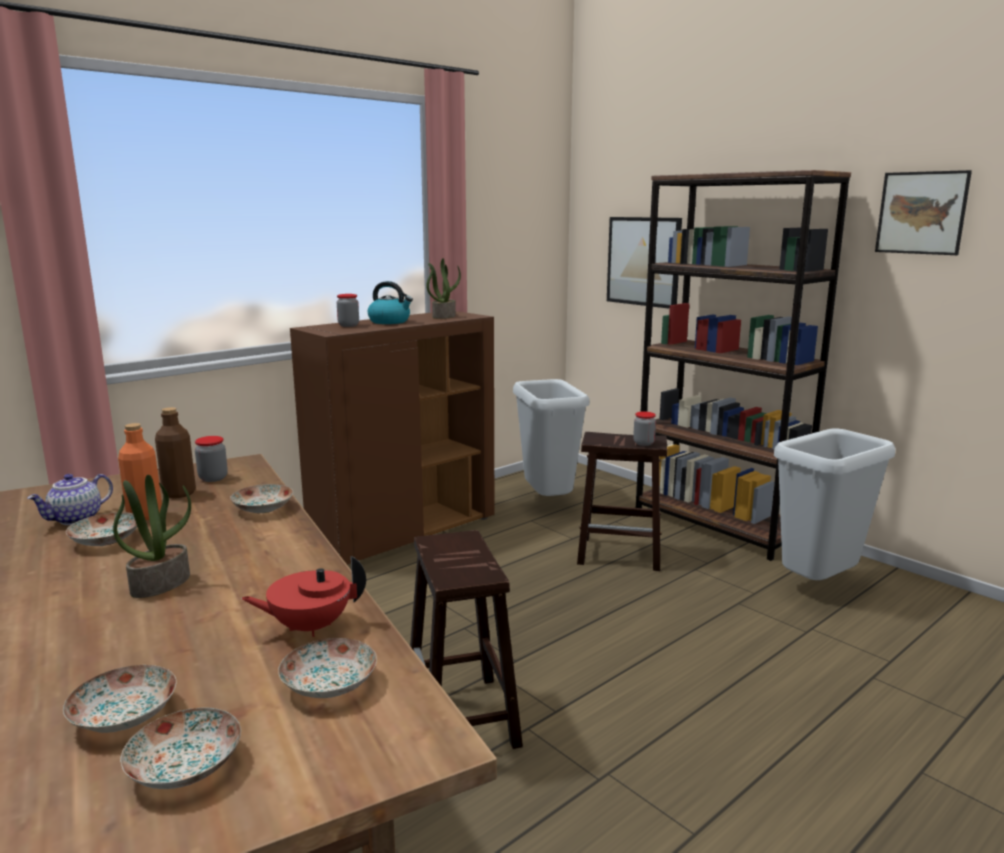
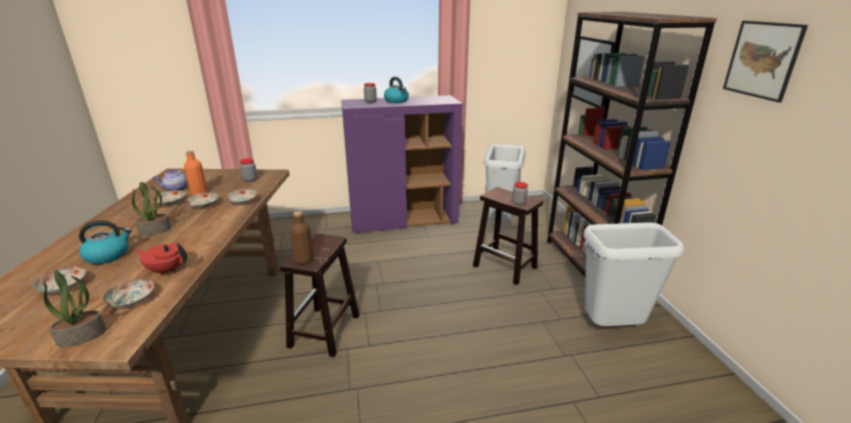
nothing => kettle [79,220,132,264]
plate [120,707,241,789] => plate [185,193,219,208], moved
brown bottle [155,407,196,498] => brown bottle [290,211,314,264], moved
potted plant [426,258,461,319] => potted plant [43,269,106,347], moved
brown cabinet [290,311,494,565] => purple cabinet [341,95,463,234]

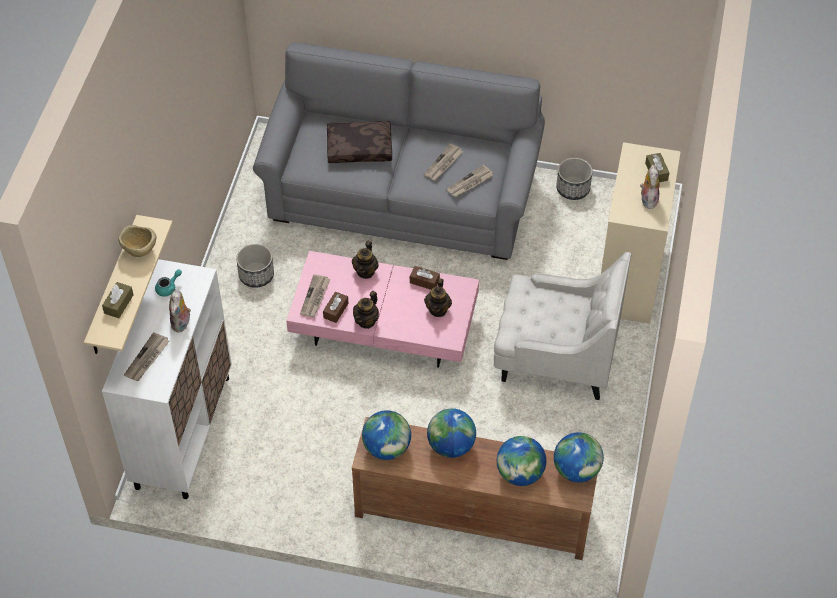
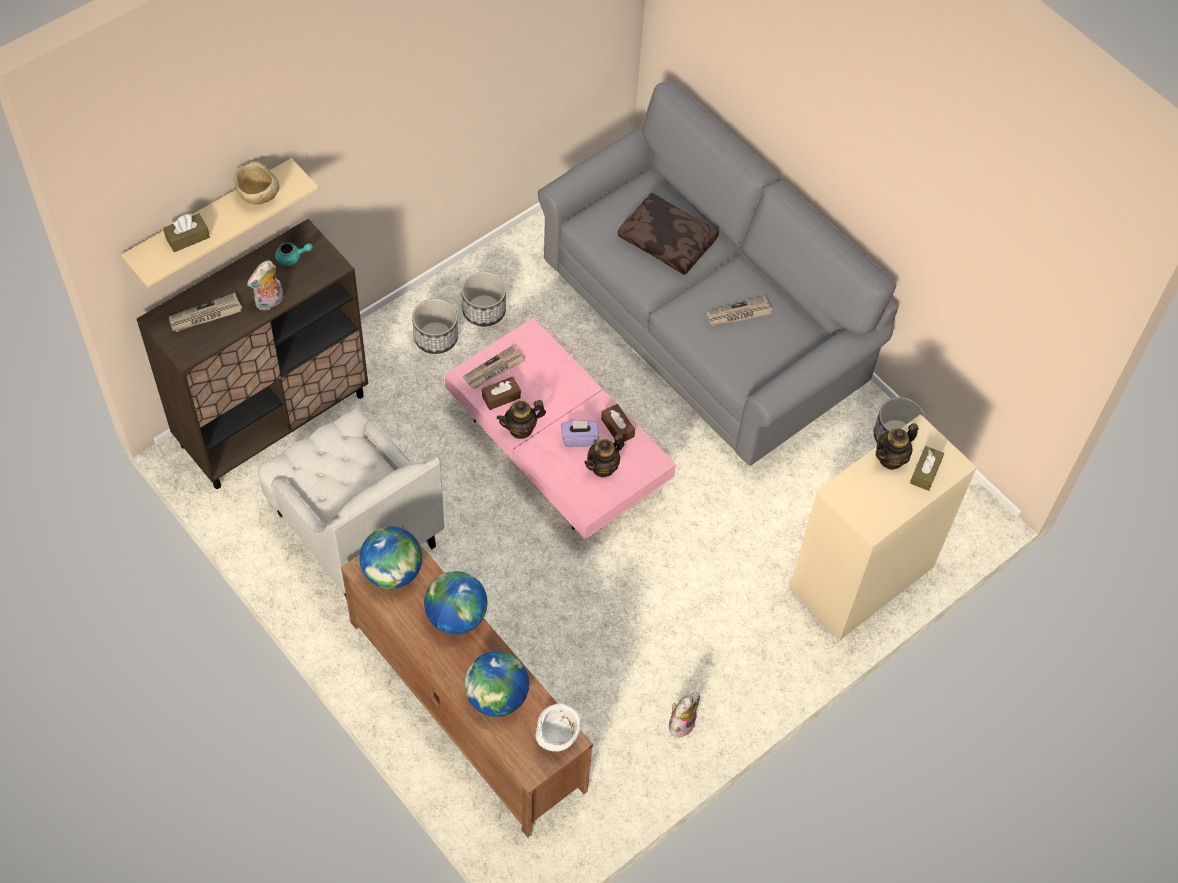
newspaper [447,165,493,197] => nothing
nothing => planter [412,299,458,354]
nothing => purple tissue box [561,421,599,447]
teapot [352,241,379,279] => teapot [876,423,919,470], moved
white armchair [494,252,631,400] => white armchair [257,408,445,600], moved
plush toy [640,164,660,209] => plush toy [669,692,700,741], moved
globe [554,432,604,482] => white bowl [536,703,581,752]
white cabinet [102,259,232,499] => brown cabinet [137,219,368,489]

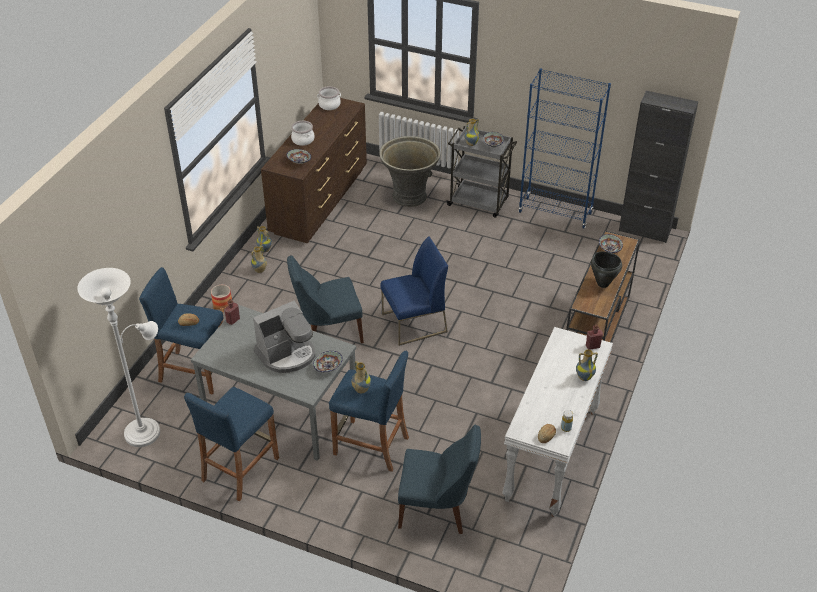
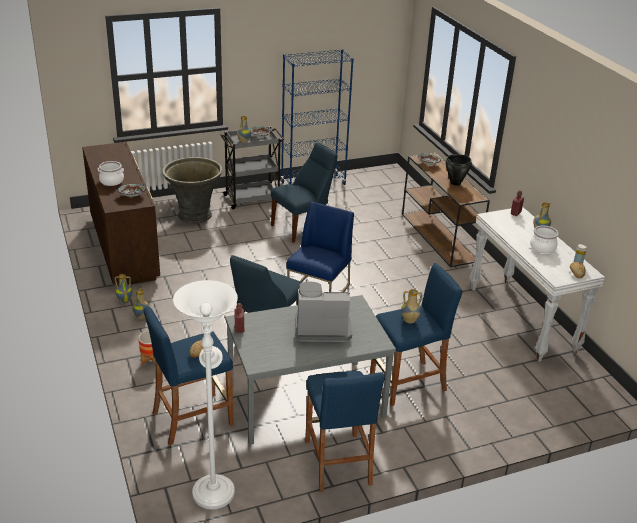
bowl [313,351,343,372] => nothing
black cabinet [619,91,698,243] => nothing
cooking pot [317,86,341,110] => cooking pot [530,226,559,253], moved
blue chair [398,425,481,534] => blue chair [271,143,338,243], moved
coffee machine [253,301,315,373] => coffee machine [295,281,352,342], 105 degrees counterclockwise

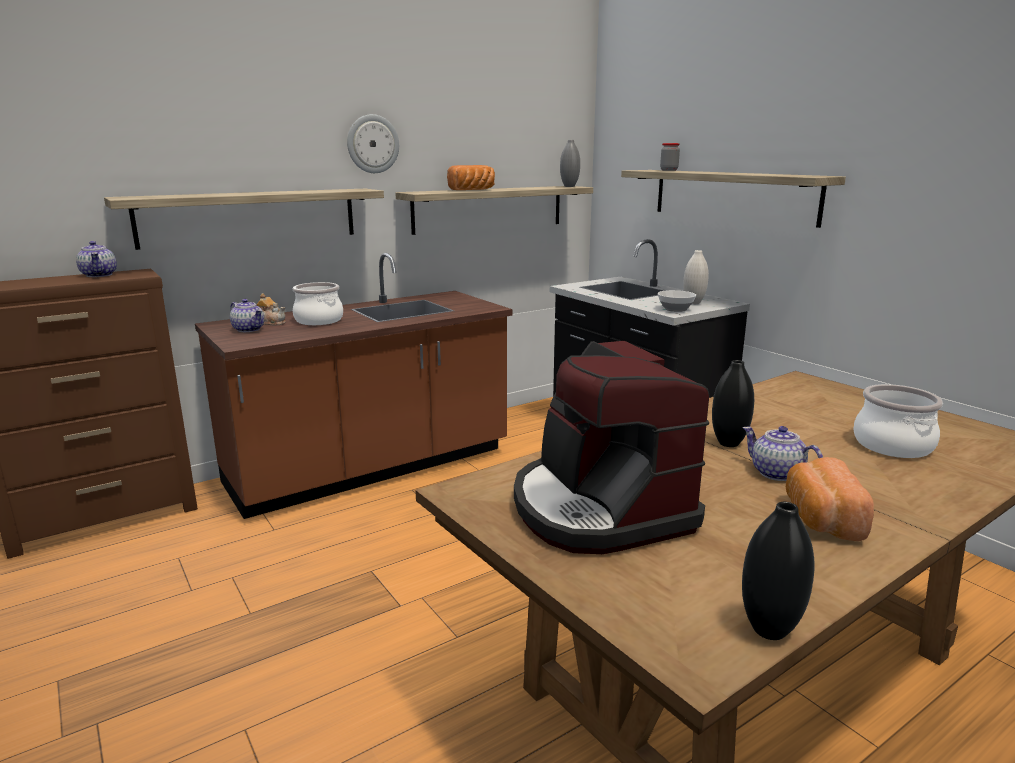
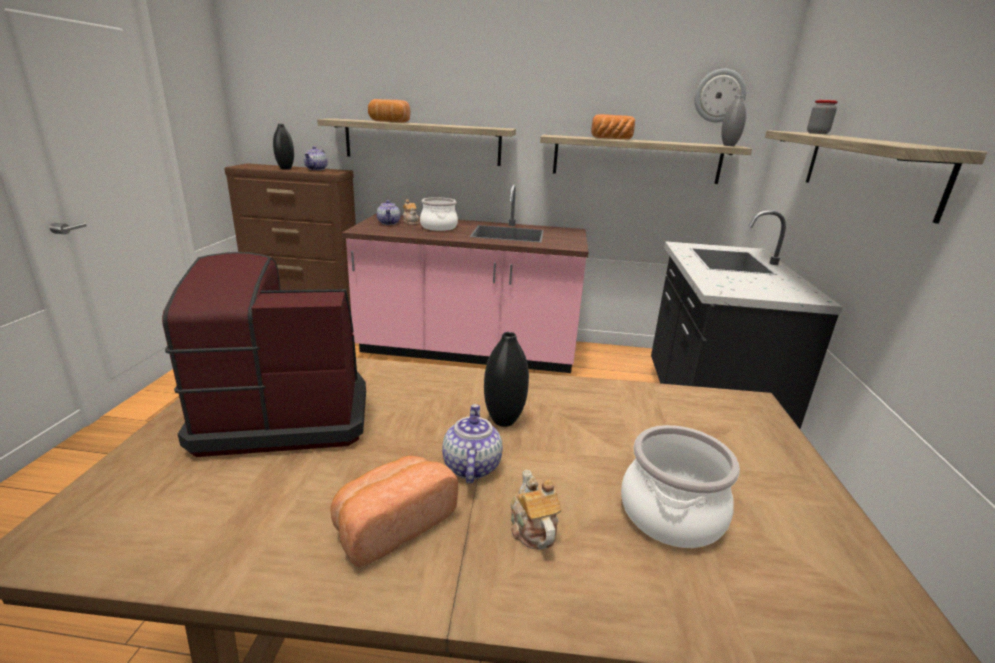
bowl [658,290,696,312] => nothing
white vase [683,250,709,304] => nothing
nothing => bread [368,99,410,122]
nothing => teapot [511,469,561,550]
wall clock [347,114,399,173] => wall clock [695,69,746,122], moved
black vase [742,502,815,640] => black vase [273,124,294,170], moved
brown counter [195,253,512,519] => pink counter [342,184,588,373]
coffee machine [514,341,709,554] => coffee machine [162,252,366,457], 60 degrees clockwise

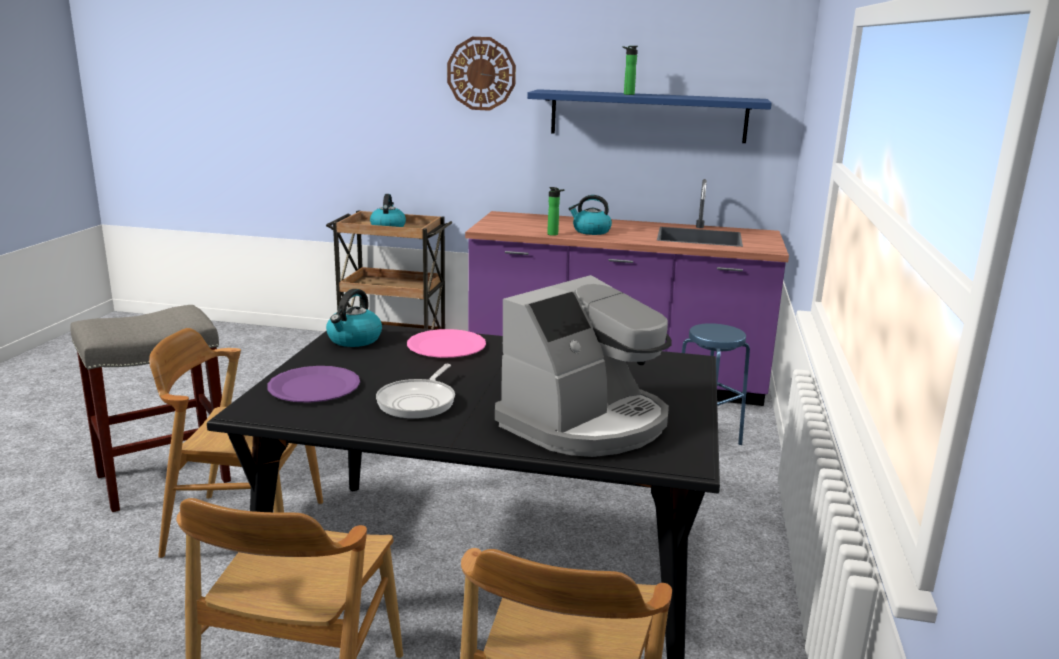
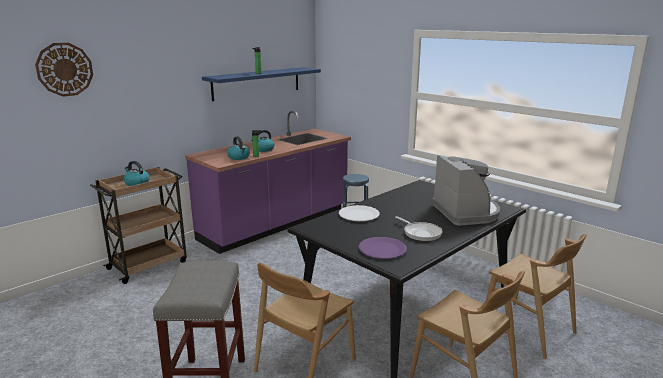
kettle [326,289,382,347] => kettle [227,136,250,160], moved
wall clock [447,37,516,111] => wall clock [35,43,93,97], moved
pink plate [407,329,486,358] => white plate [339,205,380,221]

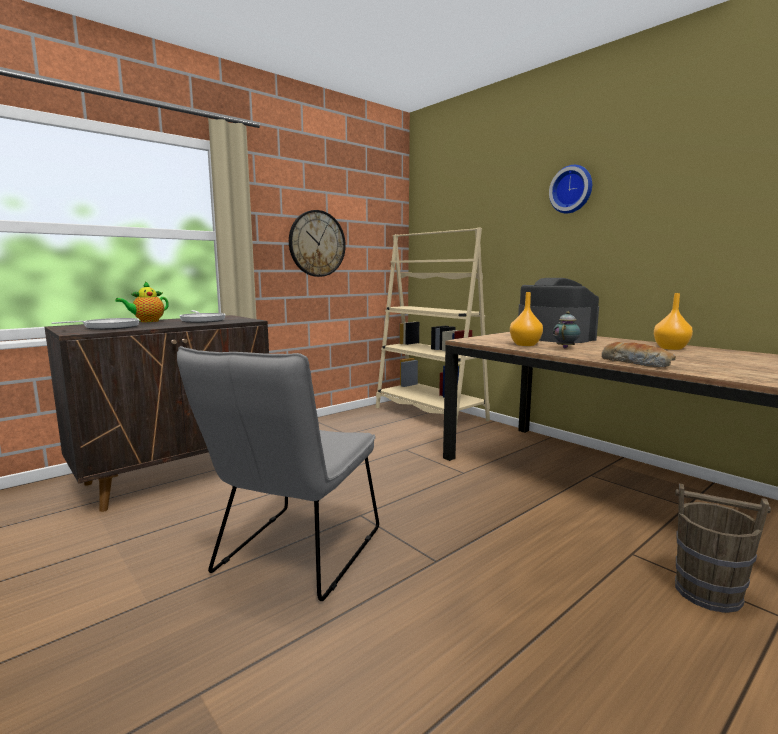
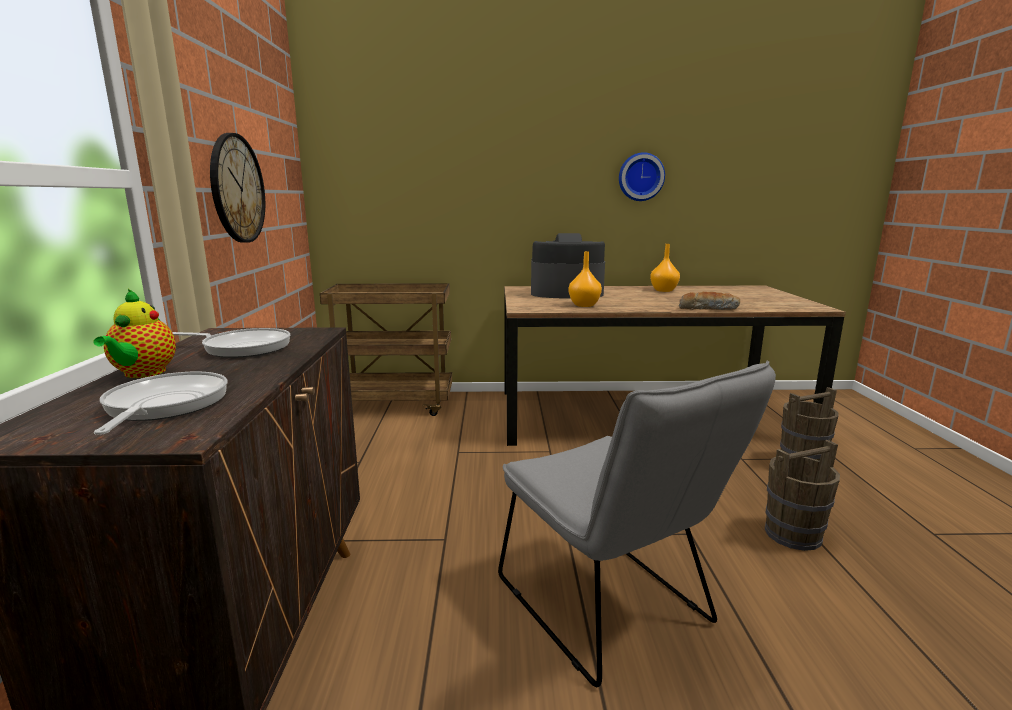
teapot [553,312,580,348] => nothing
nothing => brown bucket [765,440,840,551]
wall clock [549,165,592,214] => wall clock [619,152,665,201], moved
beige bookcase [375,227,490,429] => brown cart [320,283,452,416]

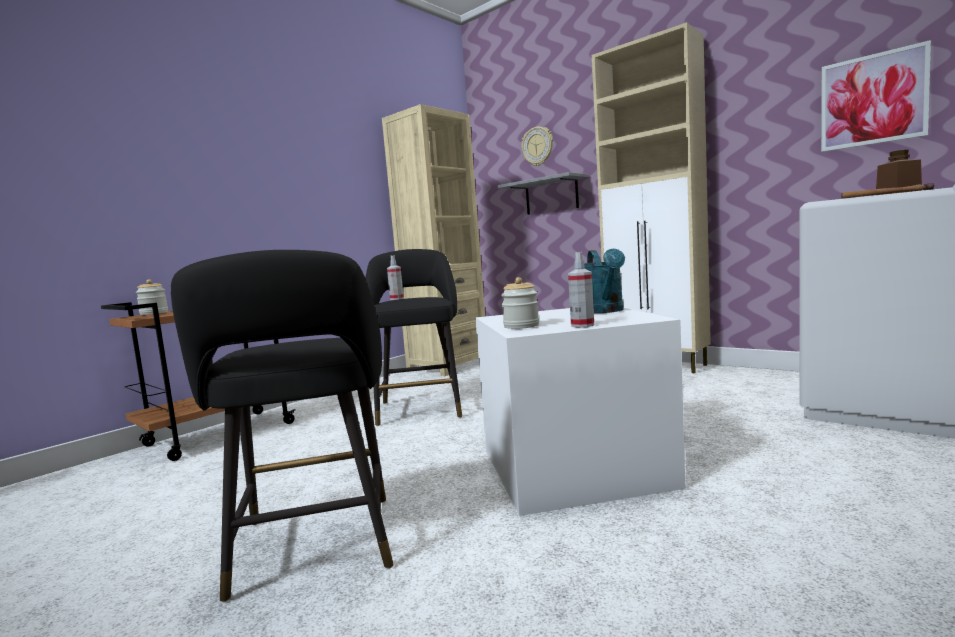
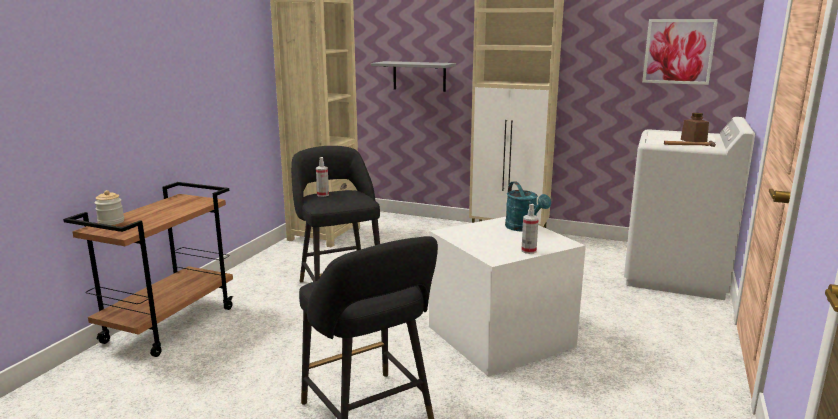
jar [501,277,539,329] => nothing
wall clock [521,127,553,166] => nothing

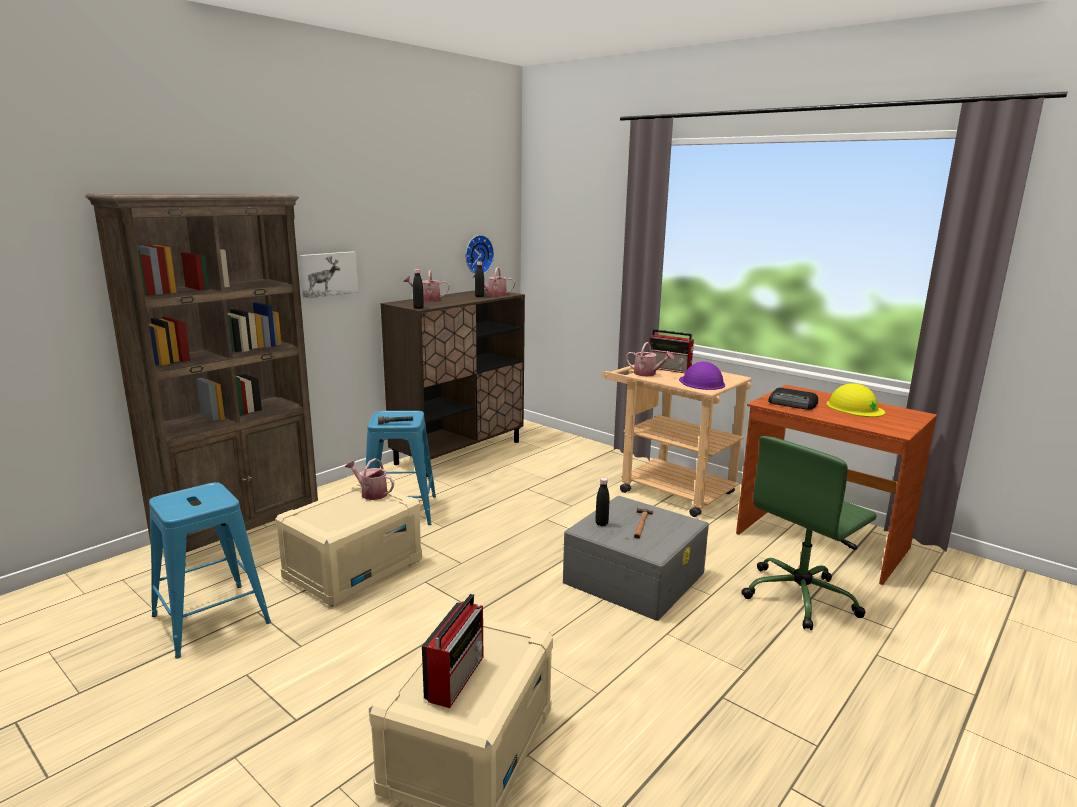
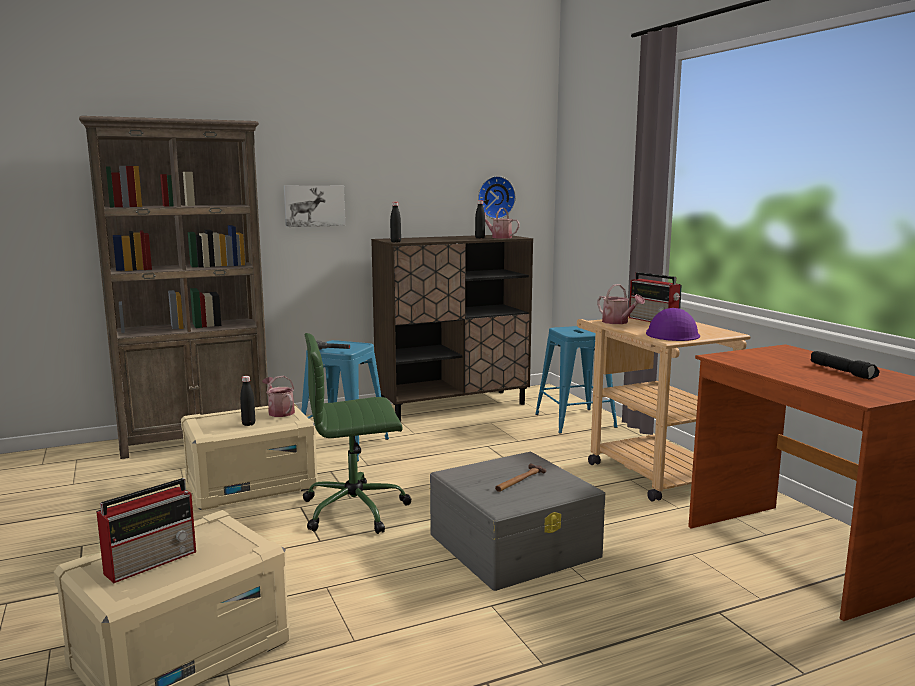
watering can [403,270,450,301] => nothing
radio [768,388,818,410] => nothing
blue stool [149,482,271,659] => blue stool [535,326,617,434], moved
black bottle [595,478,609,526] => black bottle [240,376,255,426], moved
green office chair [742,436,877,630] => green office chair [303,333,412,534], moved
yellow hard hat [827,383,885,417] => black flashlight [811,351,879,379]

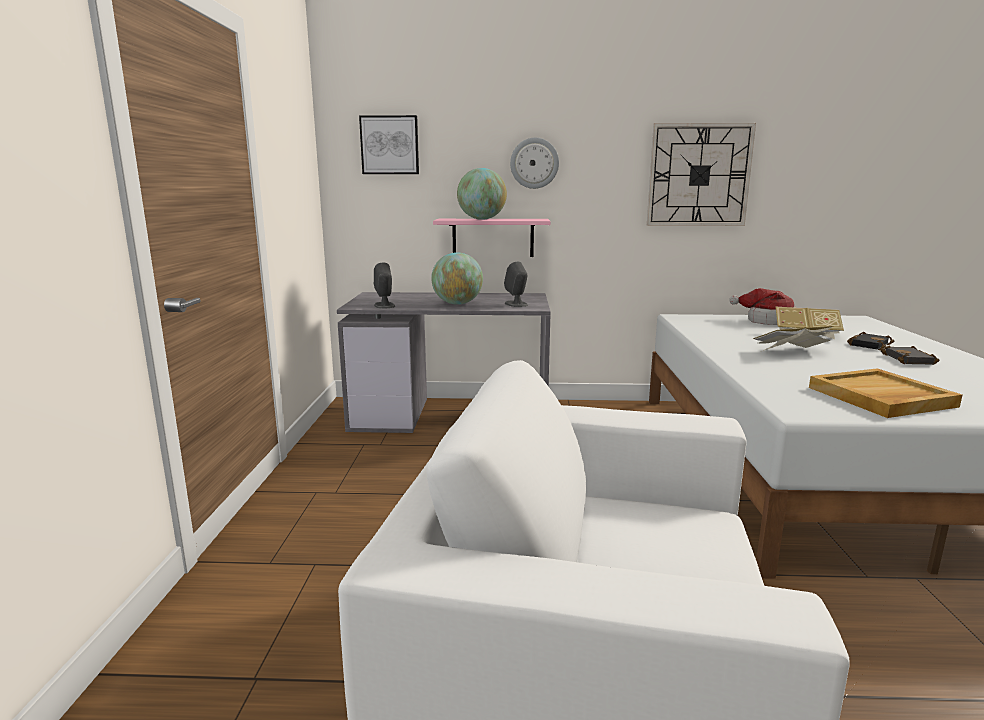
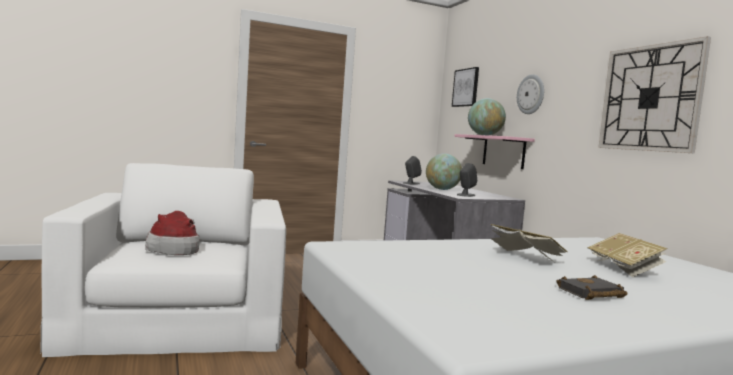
beige tray [809,368,962,418] => nothing
black book [847,332,894,350] => nothing
hat [729,288,796,325] => hat [145,211,199,255], moved

